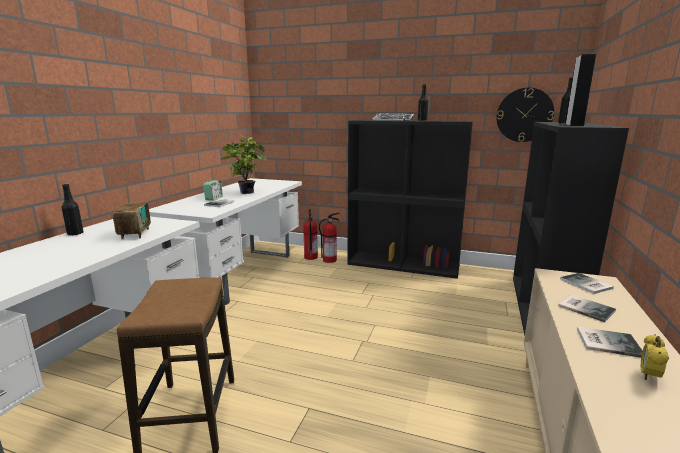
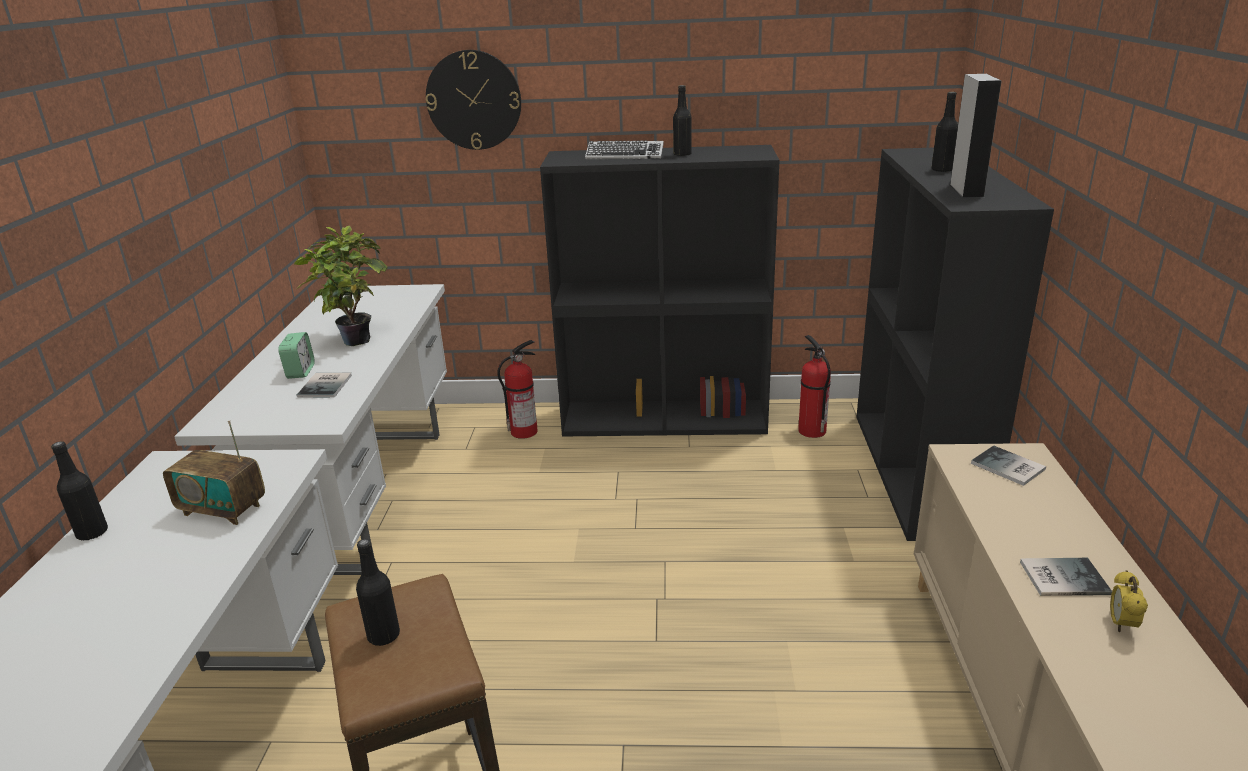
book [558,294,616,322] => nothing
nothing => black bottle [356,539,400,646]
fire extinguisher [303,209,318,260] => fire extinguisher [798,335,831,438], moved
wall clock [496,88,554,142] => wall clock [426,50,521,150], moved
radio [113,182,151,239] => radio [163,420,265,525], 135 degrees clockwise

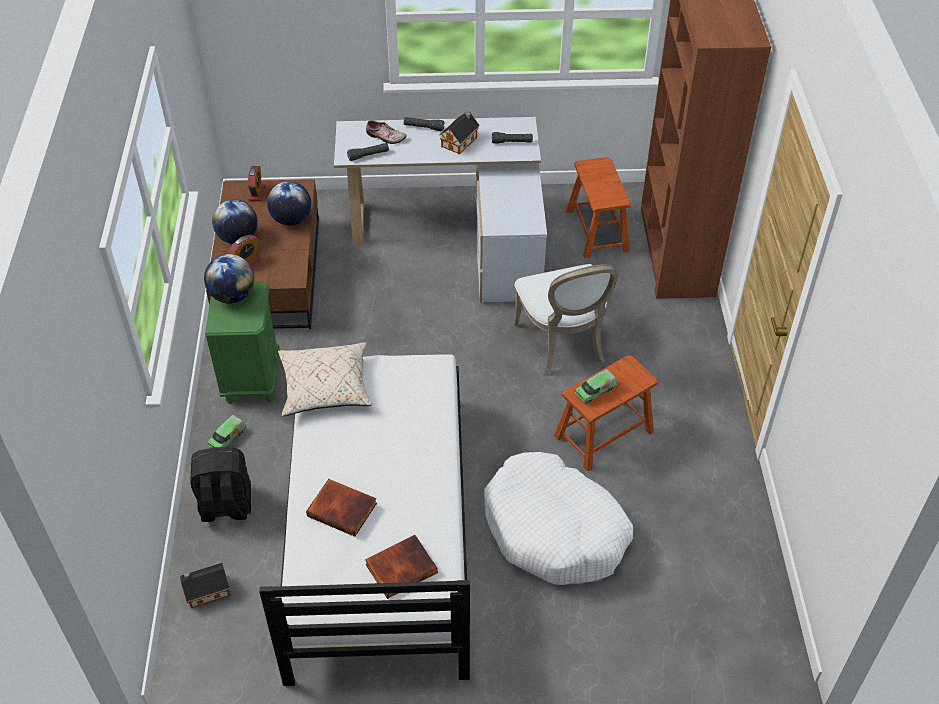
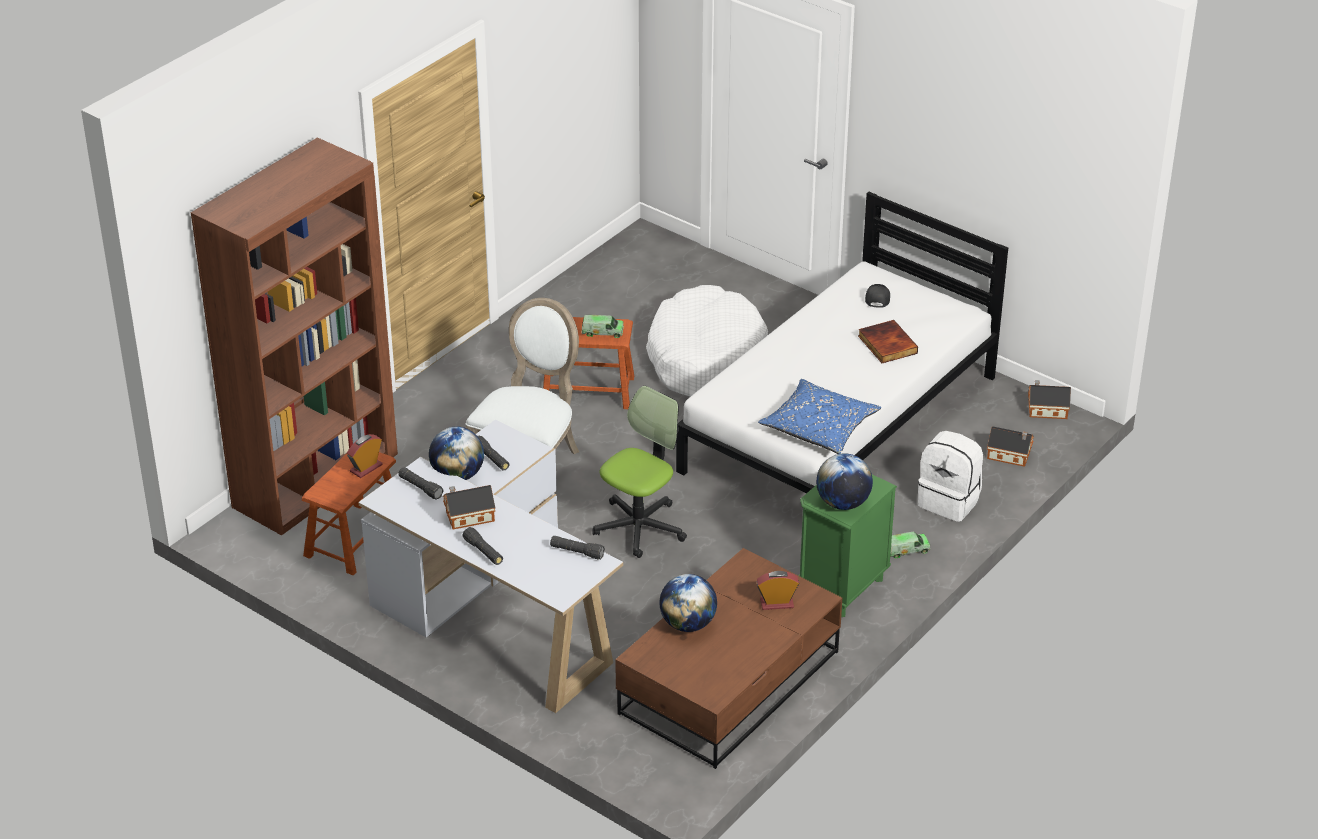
shoe [366,120,407,144] => nothing
nothing => black flashlight [478,436,510,470]
nothing => office chair [592,386,687,558]
nothing => toy house [1028,380,1071,419]
globe [212,199,258,244] => globe [429,426,484,480], moved
alarm clock [248,166,265,201] => alarm clock [347,434,383,478], moved
book [365,535,438,599] => black cap [865,284,890,308]
black backpack [190,447,251,522] => white backpack [917,431,983,522]
beige pillow [278,342,372,416] => blue pillow [758,379,881,454]

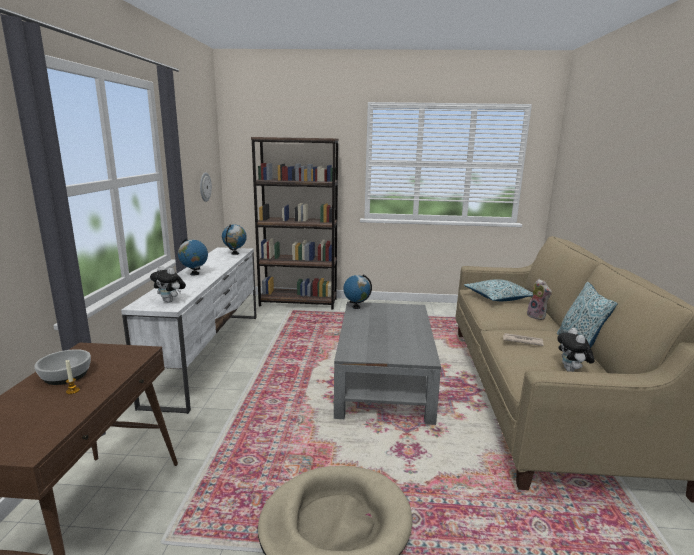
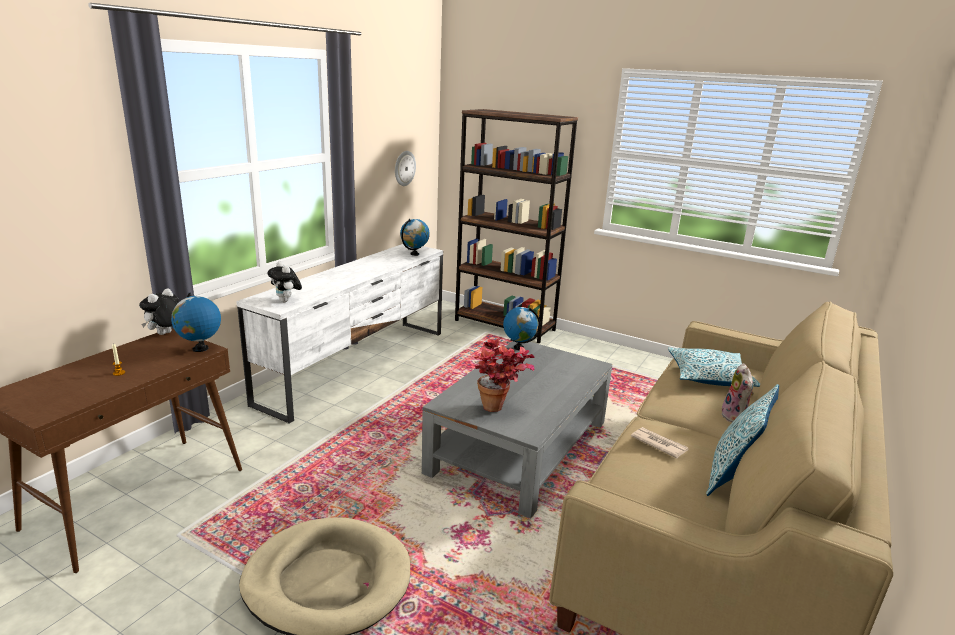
bowl [34,349,91,385] => nothing
nothing => potted plant [474,338,535,412]
globe [178,238,208,276] => globe [171,292,221,352], moved
plush toy [557,328,595,372] => plush toy [139,288,179,335], moved

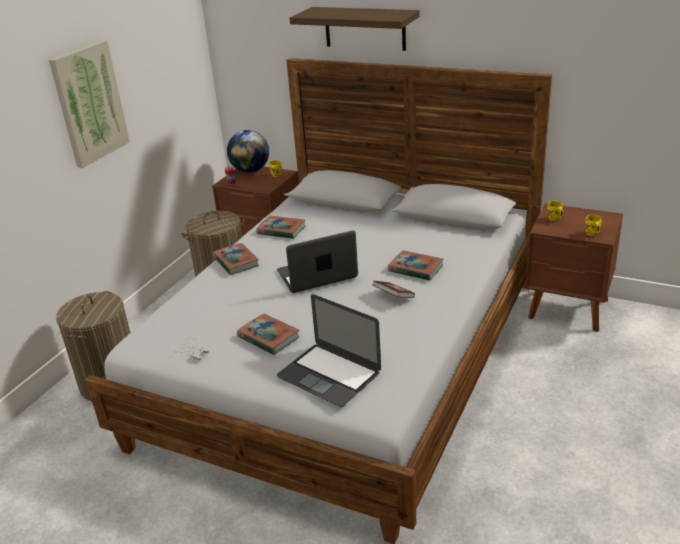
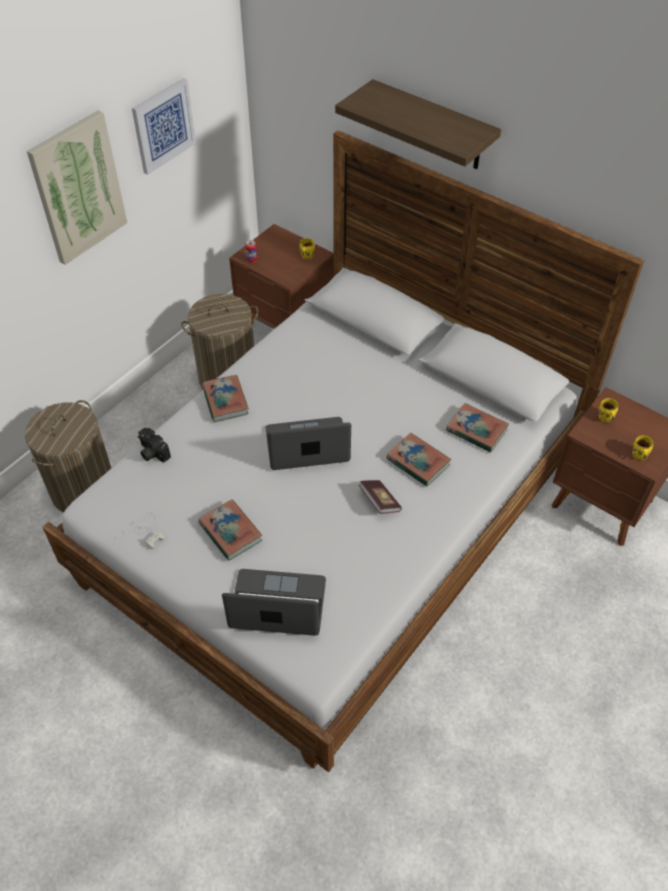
globe [227,130,269,173] => nothing
nothing => picture [132,78,196,175]
nothing => photo camera [138,428,171,462]
book [256,216,306,239] => book [446,403,509,452], moved
laptop [277,294,381,407] => laptop [222,569,326,636], 135 degrees clockwise

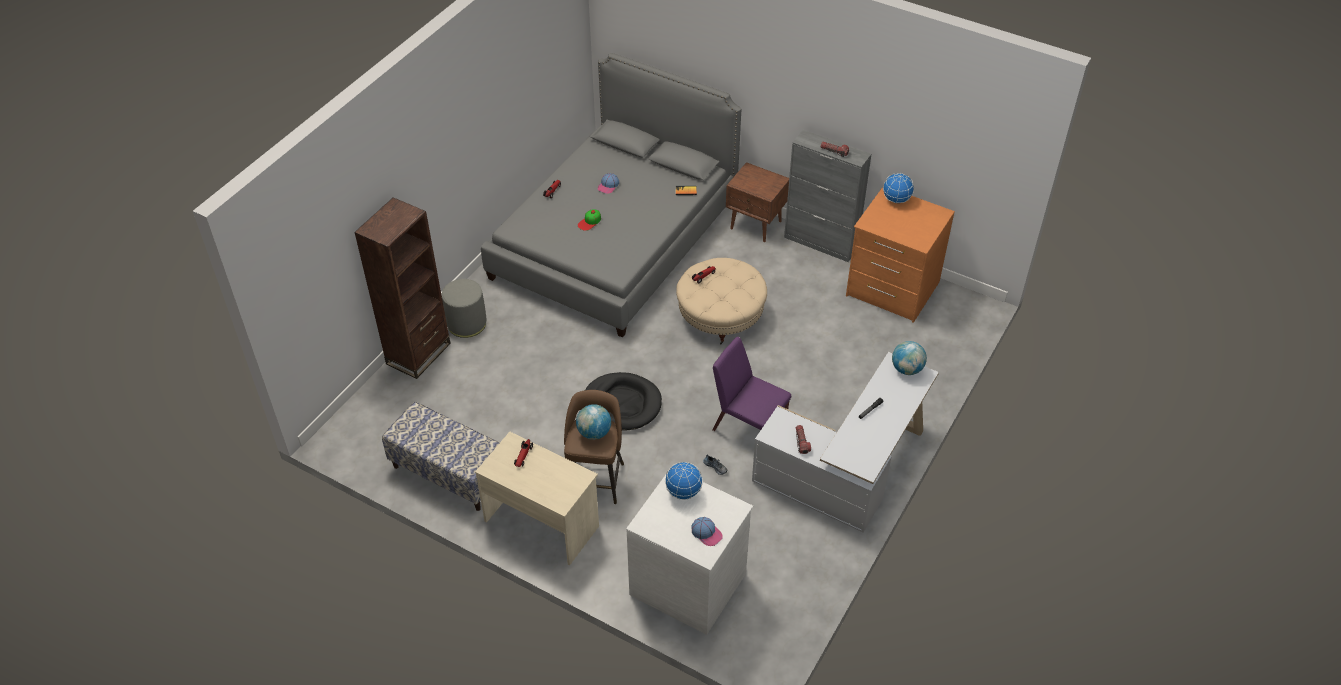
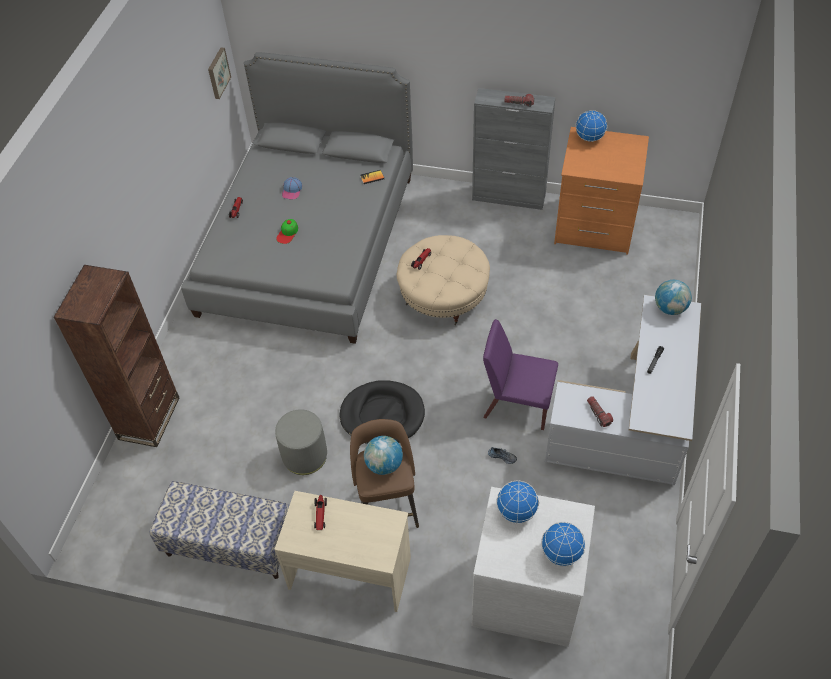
brown nightstand [726,162,789,242] => nothing
nothing => picture [208,47,231,99]
grey ottoman [442,279,487,338] => grey ottoman [275,409,327,475], moved
cap [692,517,722,546] => globe [541,522,586,566]

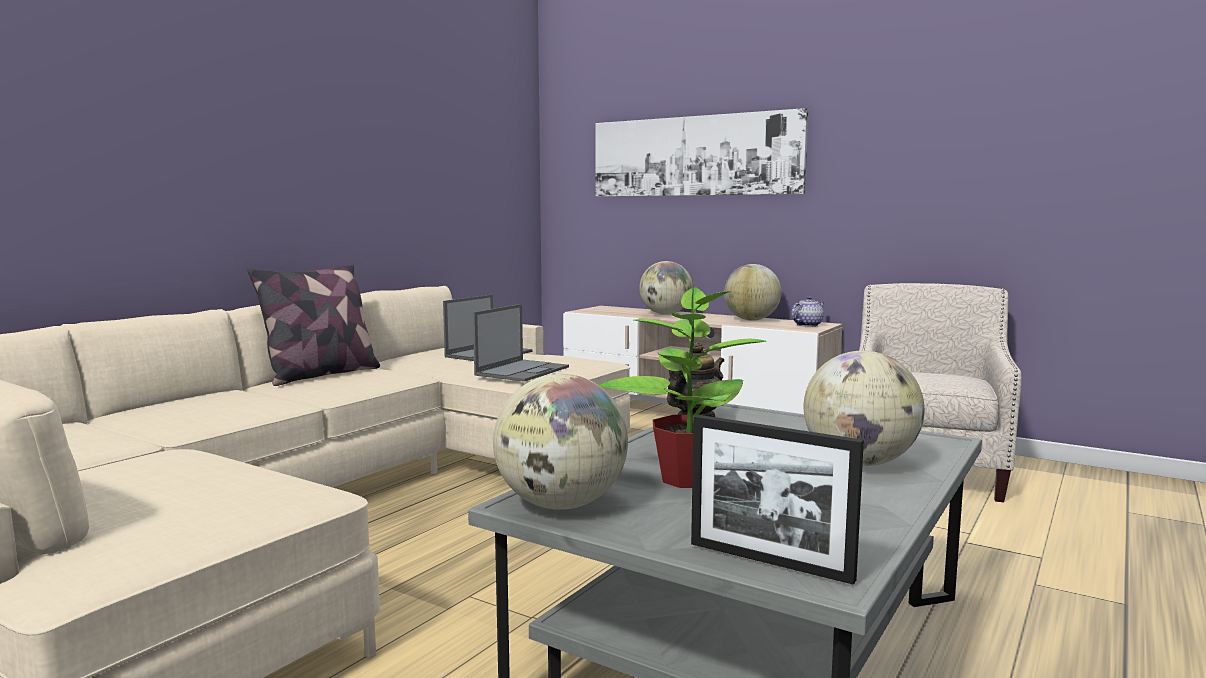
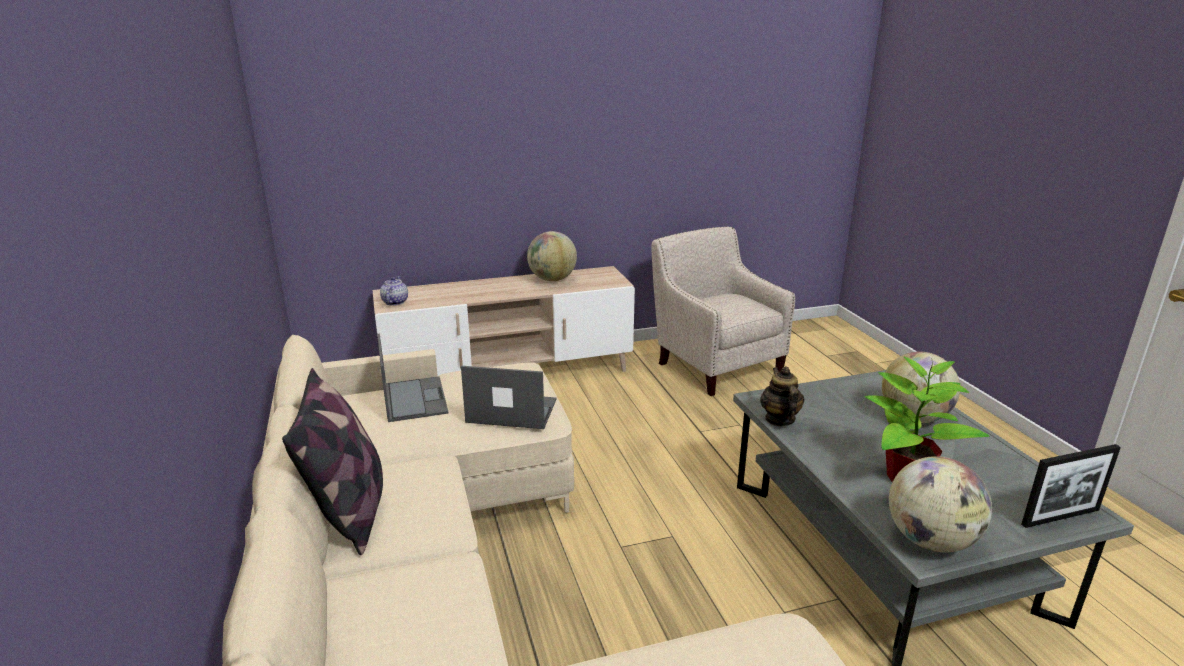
picture [595,108,809,197] => nothing
globe [639,261,693,315] => nothing
teapot [792,296,825,327] => teapot [380,277,408,306], moved
laptop [473,304,569,382] => laptop [461,366,556,429], 60 degrees counterclockwise

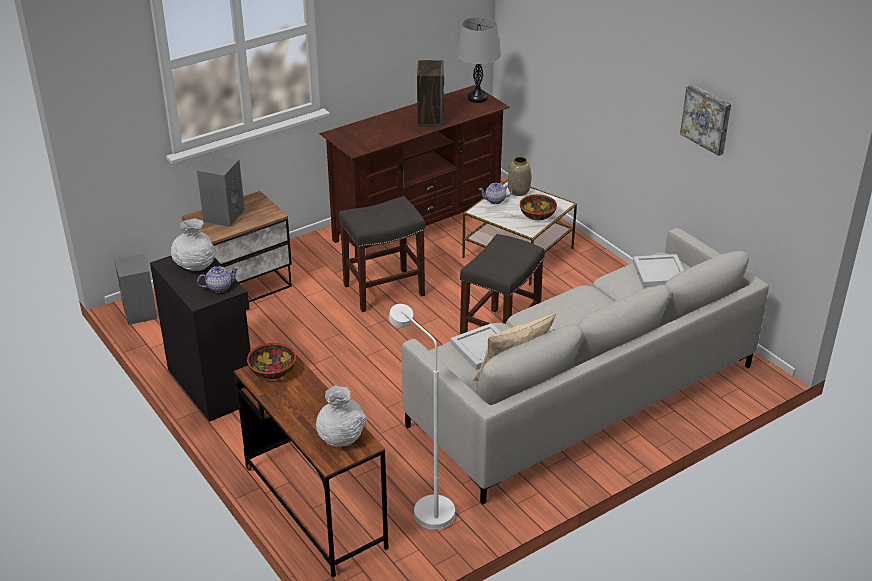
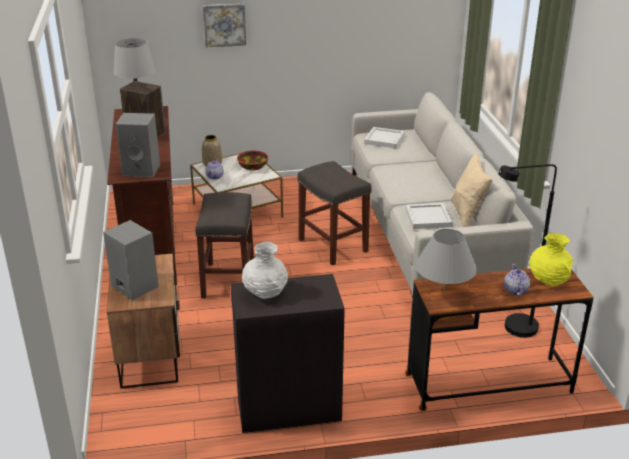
grey speaker [114,254,157,325] => grey speaker [116,113,160,177], moved
teapot [197,266,238,293] => teapot [504,264,530,296], moved
picture [680,84,731,156] => picture [203,3,246,47], moved
bowl [247,343,296,379] => grey table lamp [415,229,477,295]
white vase [316,385,367,447] => yellow vase [529,233,573,286]
white floor lamp [389,304,455,530] => black floor lamp [498,164,557,338]

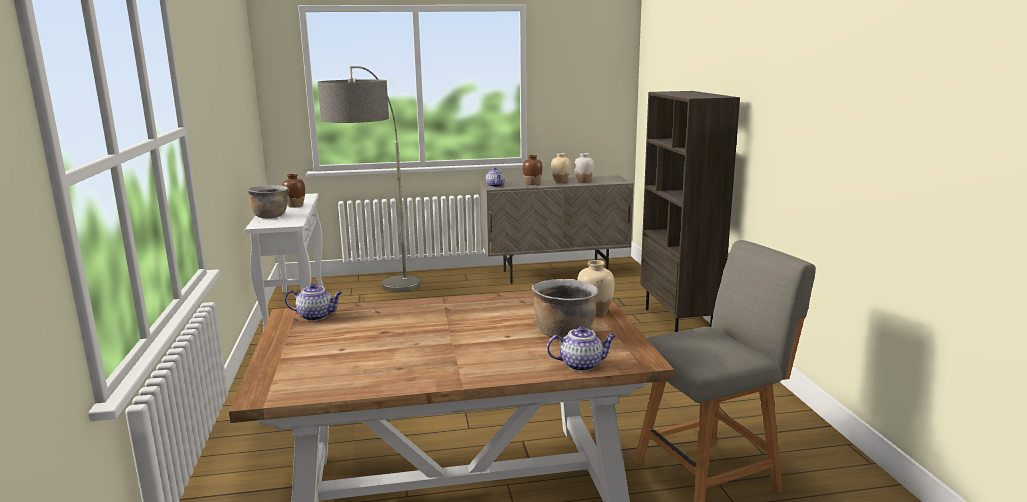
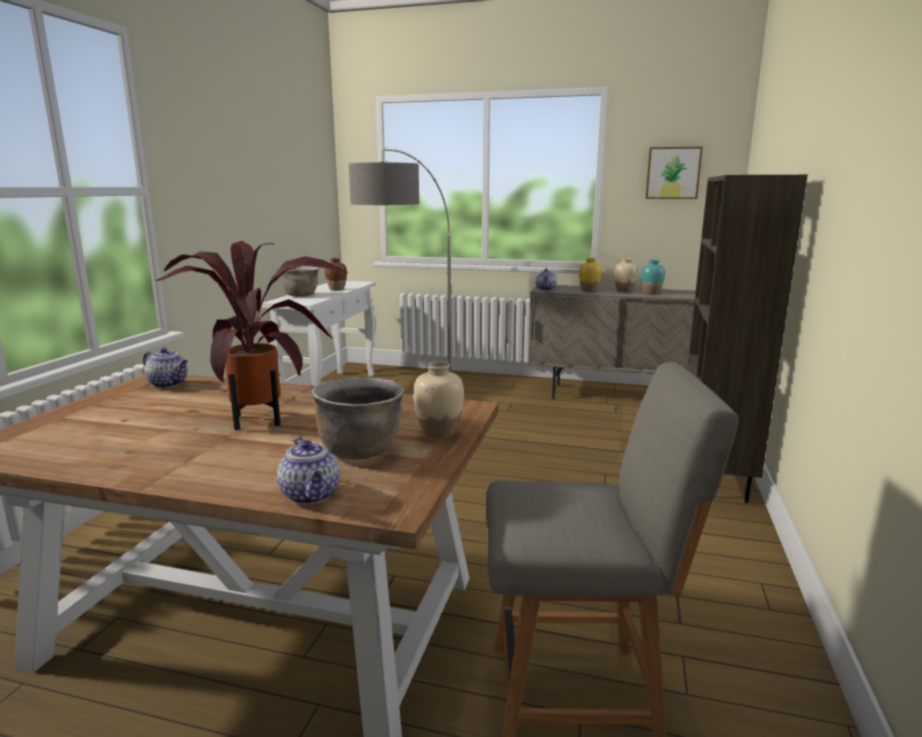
nothing => potted plant [156,241,348,430]
nothing => picture [646,147,703,199]
brown vase [523,155,543,185] => yellow vase [579,258,602,292]
white vase [574,153,594,183] => turquoise vase [641,260,665,294]
teapot [547,326,616,371] => teapot [277,437,340,504], 45 degrees clockwise

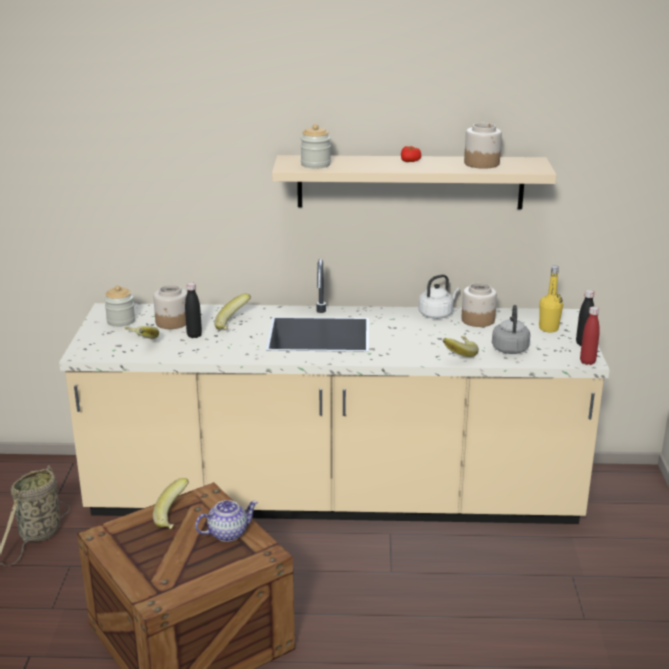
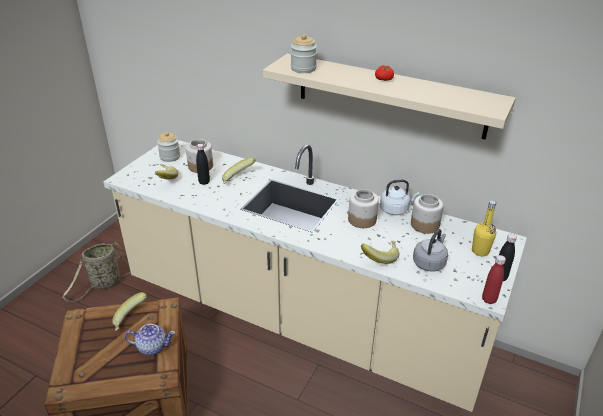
jar [464,123,502,169] => jar [348,189,379,228], moved

